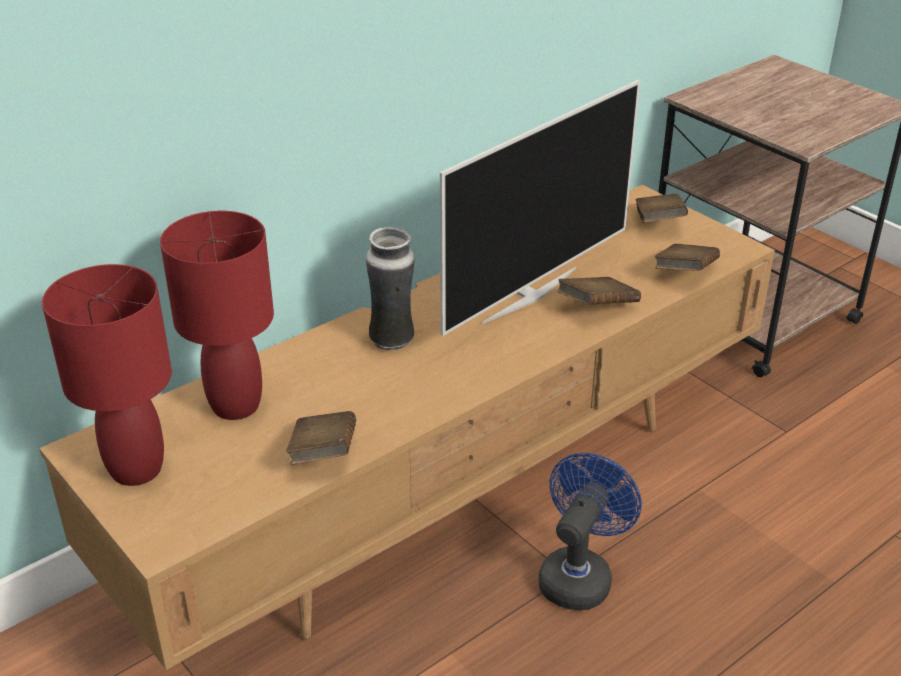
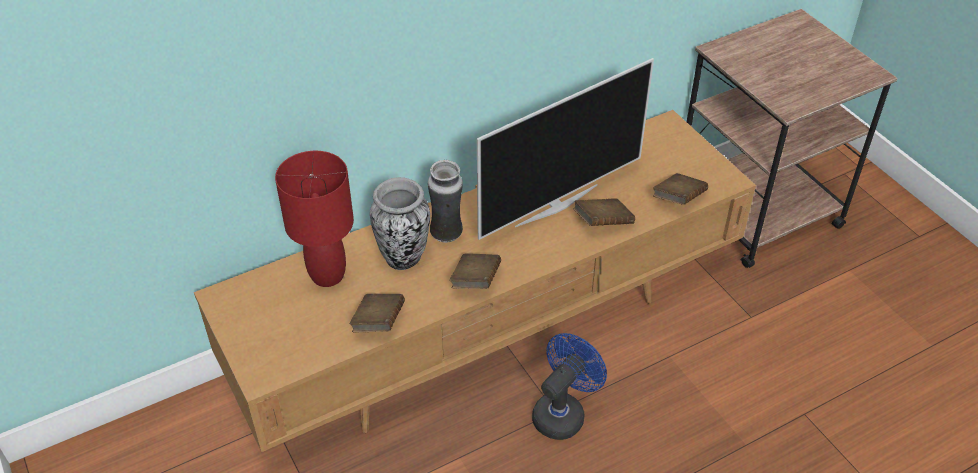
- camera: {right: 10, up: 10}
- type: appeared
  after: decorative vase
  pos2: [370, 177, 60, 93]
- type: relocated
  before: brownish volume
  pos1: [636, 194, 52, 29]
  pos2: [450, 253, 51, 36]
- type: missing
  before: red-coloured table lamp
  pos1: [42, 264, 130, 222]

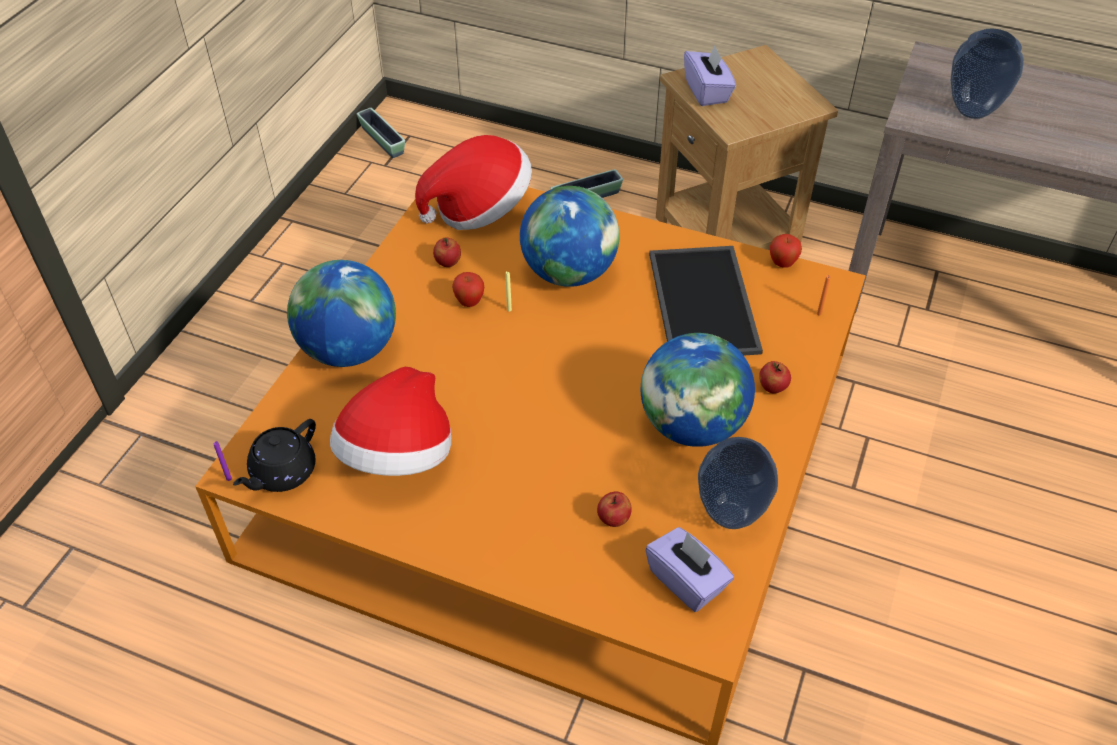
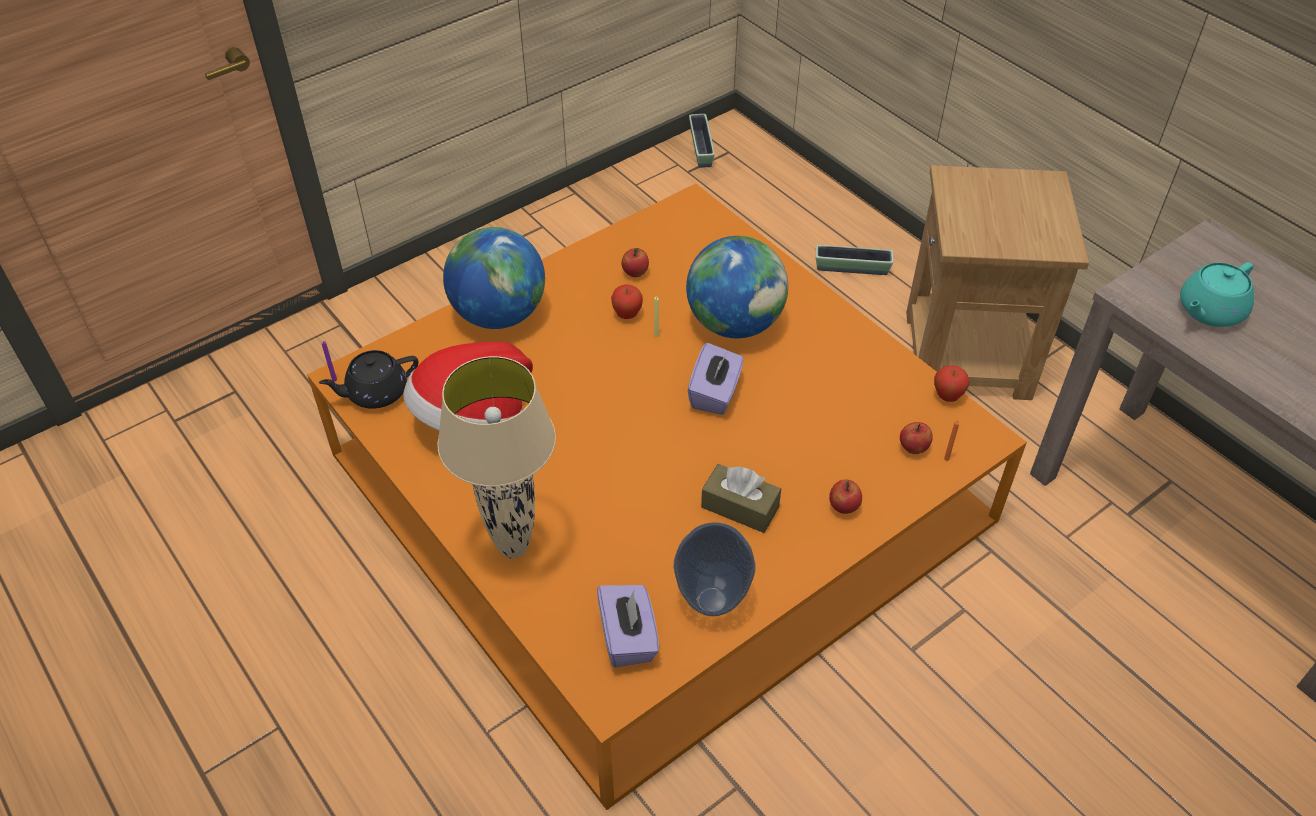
- camera: {right: 30, up: 0}
- type: appeared
  after: beige-coloured table lamp
  pos2: [437, 356, 119, 203]
- type: relocated
  before: purple-coloured tissue box
  pos1: [684, 45, 52, 61]
  pos2: [688, 343, 56, 72]
- type: exchanged
  before: world globe
  after: brownish tissue box
  pos1: [641, 333, 114, 114]
  pos2: [701, 464, 80, 69]
- type: relocated
  before: apple fruit
  pos1: [597, 492, 34, 35]
  pos2: [900, 422, 33, 32]
- type: exchanged
  before: decorative vase
  after: turquoise pot for tea
  pos1: [951, 29, 73, 90]
  pos2: [1180, 262, 74, 65]
- type: missing
  before: hat
  pos1: [415, 135, 117, 95]
- type: missing
  before: tray
  pos1: [649, 246, 114, 110]

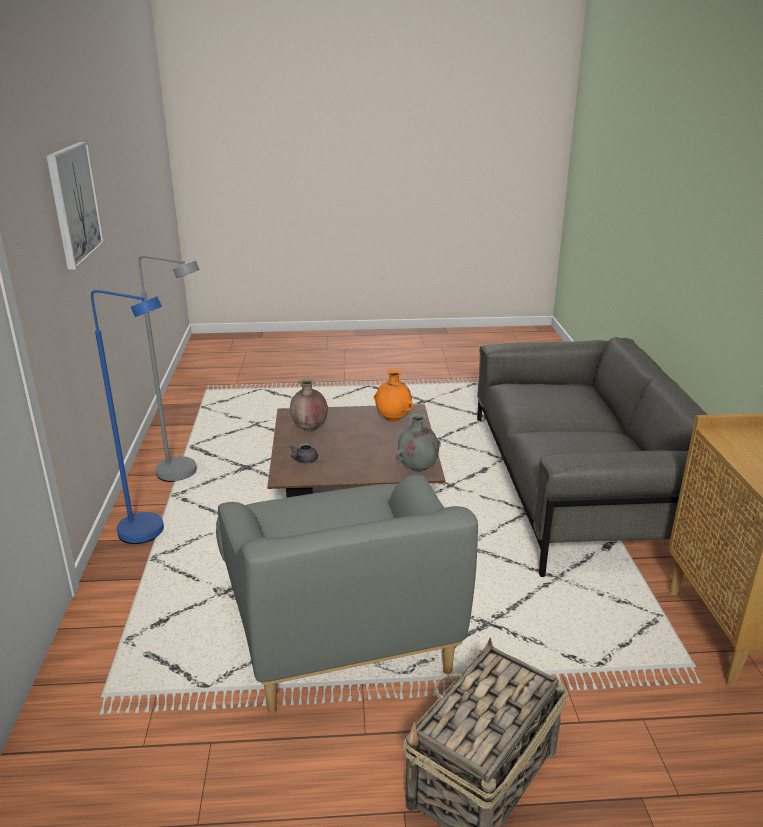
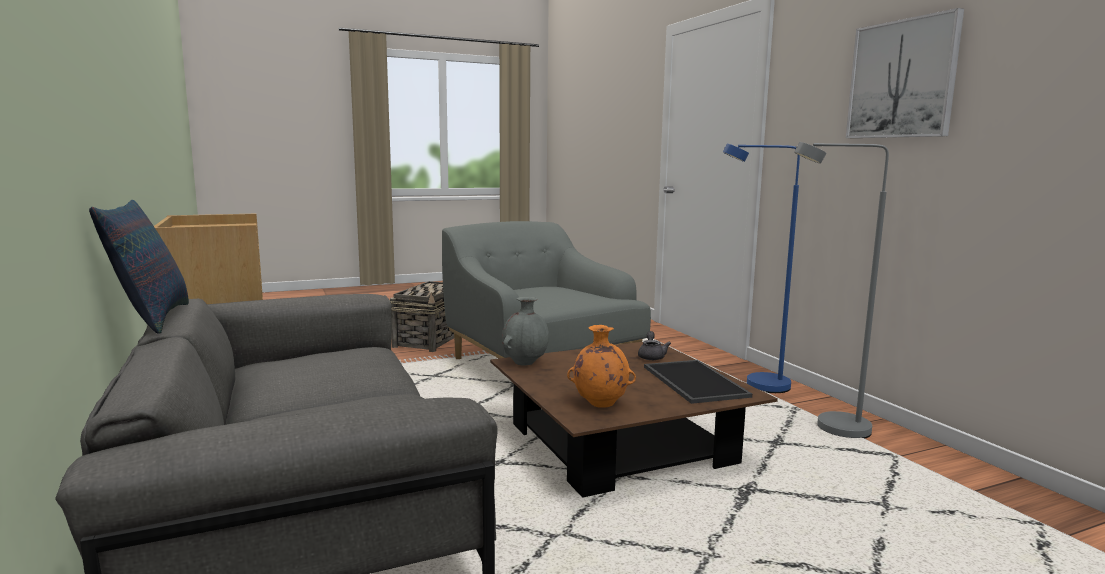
- camera: {right: 160, up: -15}
- type: appeared
  after: bluish throw pillow
  pos2: [89, 200, 100, 134]
- type: exchanged
  before: brownish decorative vase
  after: tray
  pos1: [290, 378, 38, 53]
  pos2: [644, 360, 108, 44]

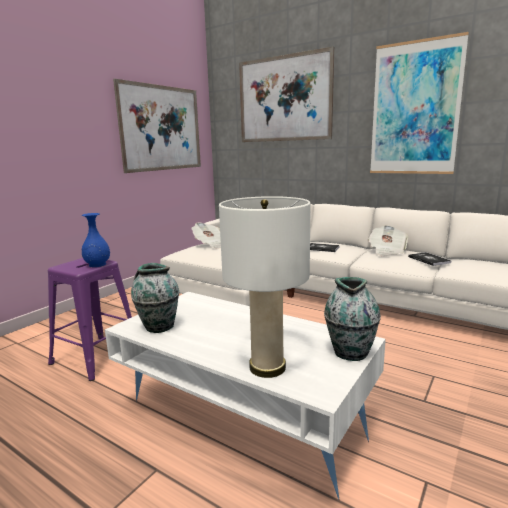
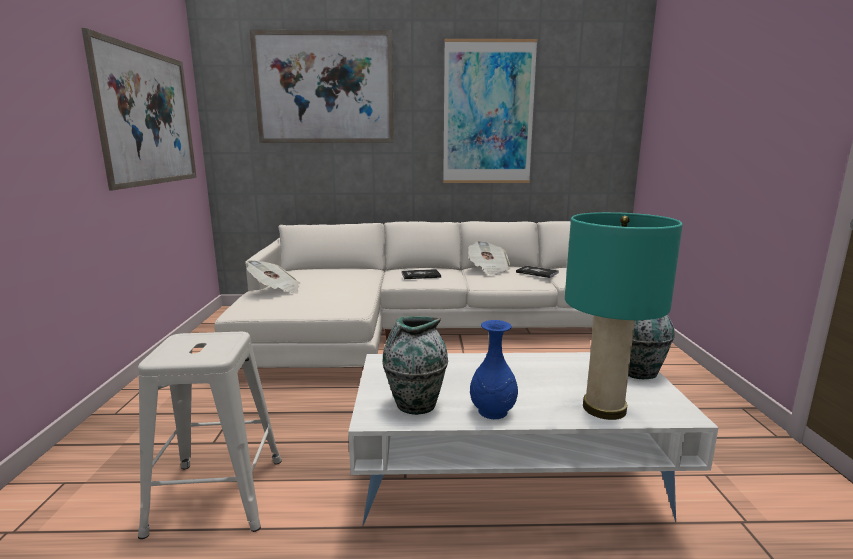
- camera: {right: -35, up: 0}
- type: colour
  before: purple-coloured sitting stool
  after: white-coloured sitting stool
  pos1: [48, 258, 84, 123]
  pos2: [138, 332, 144, 207]
- type: relocated
  before: bluish decorative vase
  pos1: [82, 213, 28, 54]
  pos2: [470, 320, 48, 99]
- type: colour
  before: white-coloured table lamp
  after: turquoise table lamp
  pos1: [219, 196, 92, 182]
  pos2: [565, 212, 118, 208]

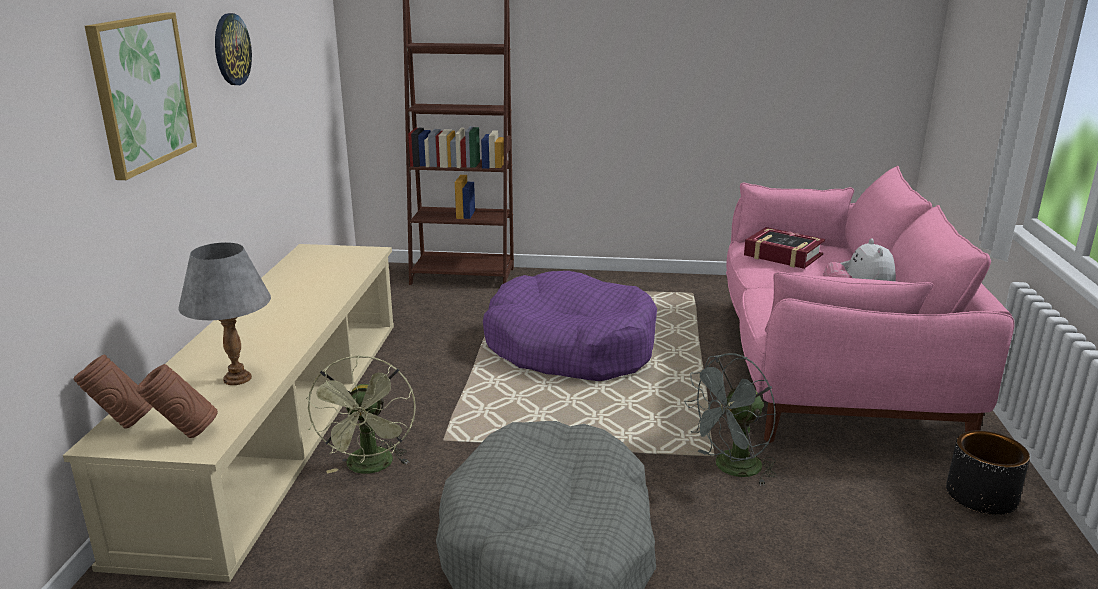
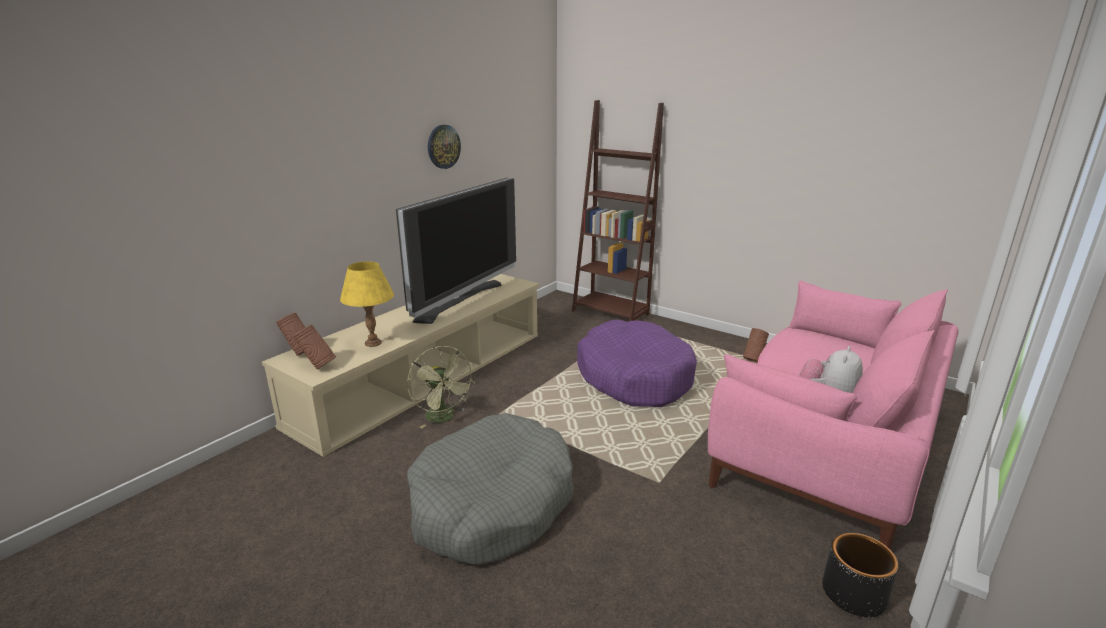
- camera: {right: 30, up: 0}
- type: colour
  before: gray table lamp
  after: yellow table lamp
  pos1: [178, 242, 93, 143]
  pos2: [340, 261, 54, 86]
- type: appeared
  after: TV set
  pos2: [396, 178, 120, 146]
- type: spun
  before: green fan
  pos1: [306, 355, 110, 119]
  pos2: [407, 346, 68, 82]
  turn: -60
- type: appeared
  after: brownish decorative vase
  pos2: [743, 328, 26, 34]
- type: missing
  before: wall picture
  pos1: [85, 12, 112, 168]
- type: missing
  before: gray fan
  pos1: [684, 353, 93, 133]
- type: missing
  before: volume
  pos1: [744, 227, 81, 42]

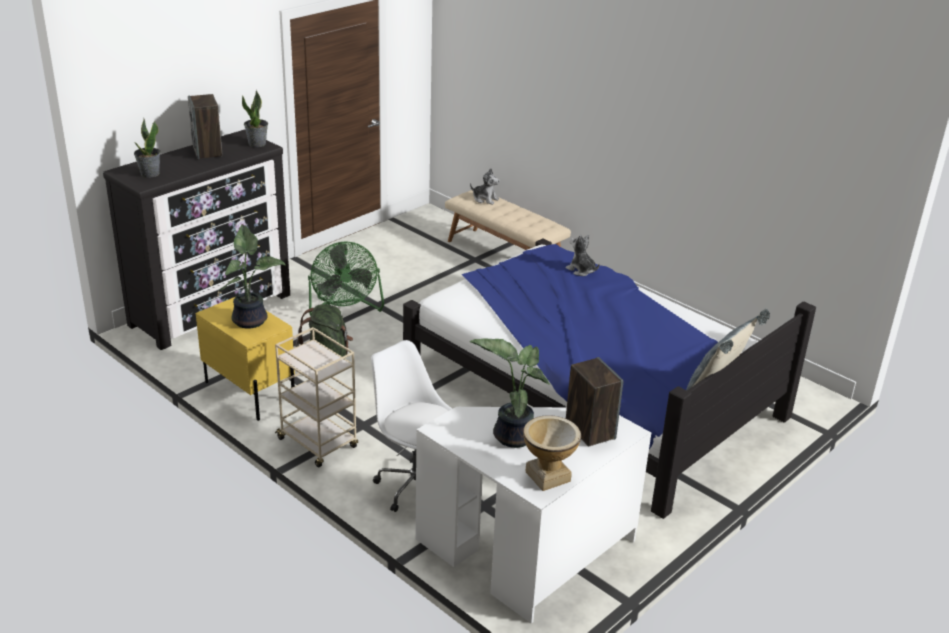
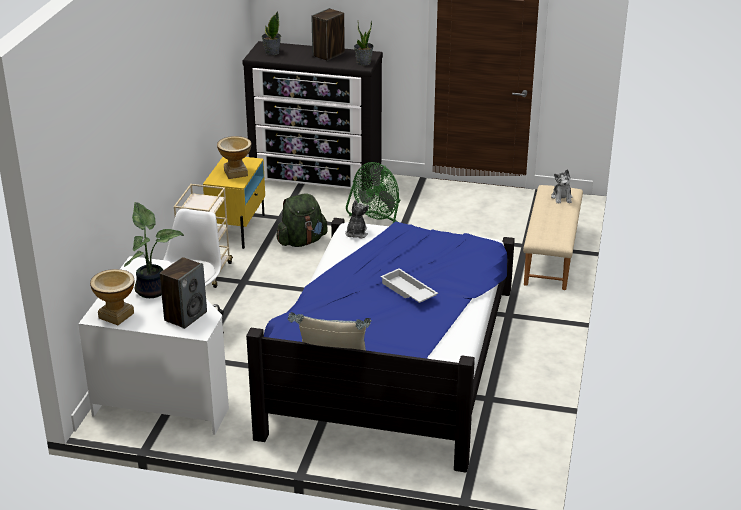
- camera: {right: 60, up: 0}
- type: exchanged
  before: potted plant
  after: decorative vase
  pos1: [219, 225, 67, 104]
  pos2: [217, 136, 34, 43]
- type: relocated
  before: plush toy
  pos1: [566, 234, 34, 42]
  pos2: [345, 200, 24, 38]
- type: appeared
  after: white-coloured tray
  pos2: [380, 268, 58, 35]

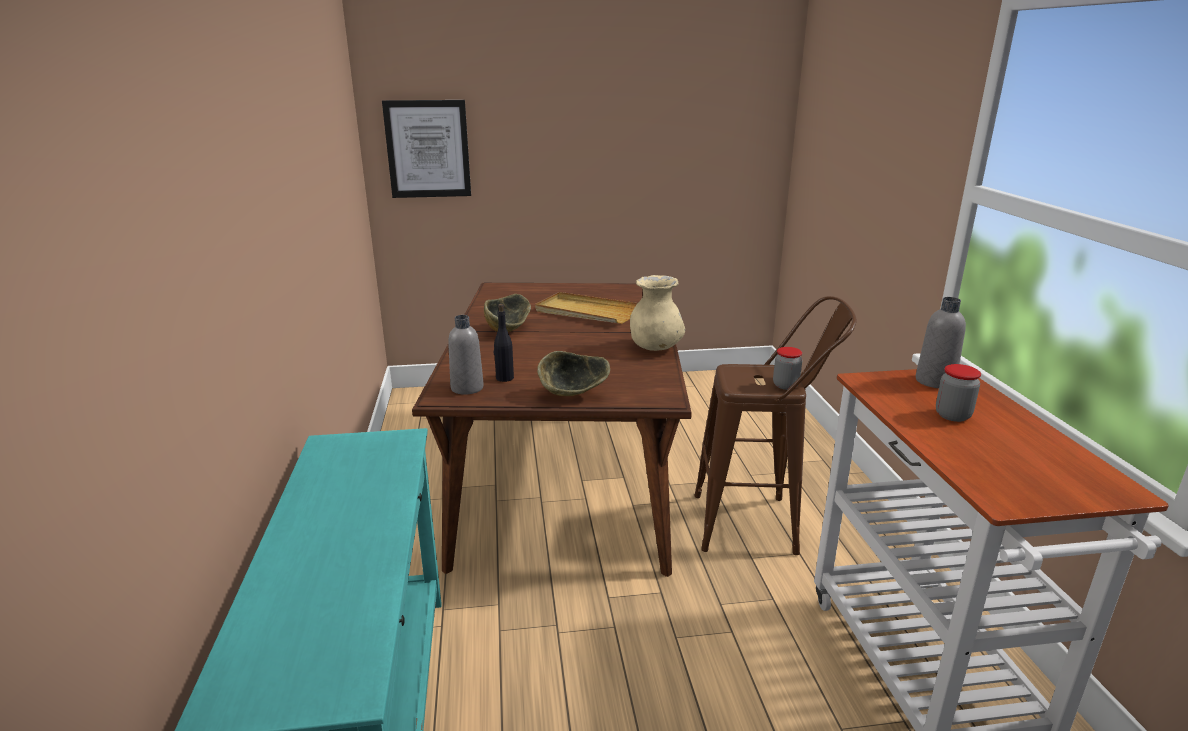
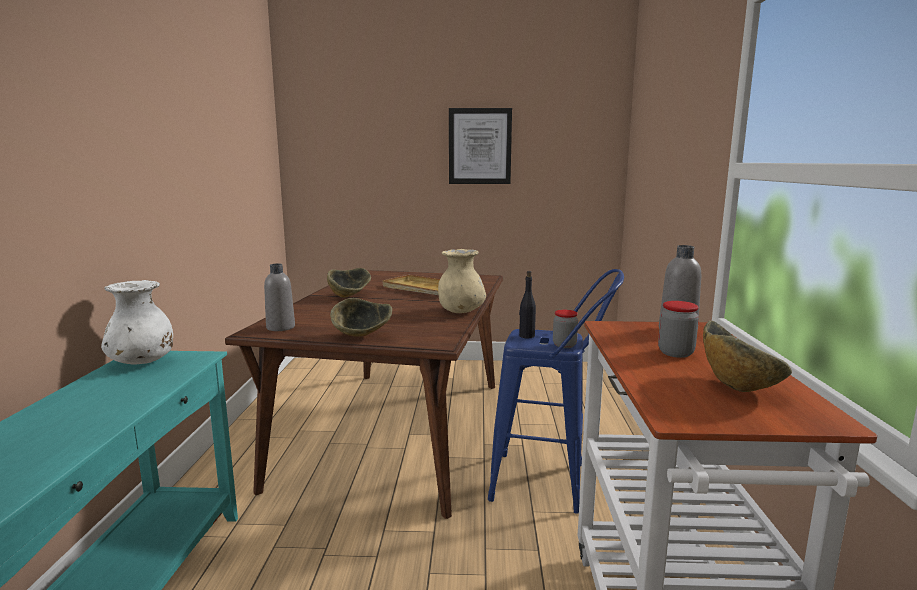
- camera: {right: 10, up: -10}
- type: appeared
  after: white-coloured decorative vase
  pos2: [101, 280, 72, 85]
- type: relocated
  before: wall picture
  pos1: [382, 100, 89, 98]
  pos2: [449, 108, 63, 76]
- type: colour
  before: brownish sitting stool
  after: bluish sitting stool
  pos1: [694, 296, 163, 259]
  pos2: [488, 269, 136, 245]
- type: relocated
  before: blackish beverage bottle
  pos1: [494, 304, 20, 78]
  pos2: [519, 271, 17, 67]
- type: appeared
  after: serving bowl
  pos2: [703, 320, 89, 72]

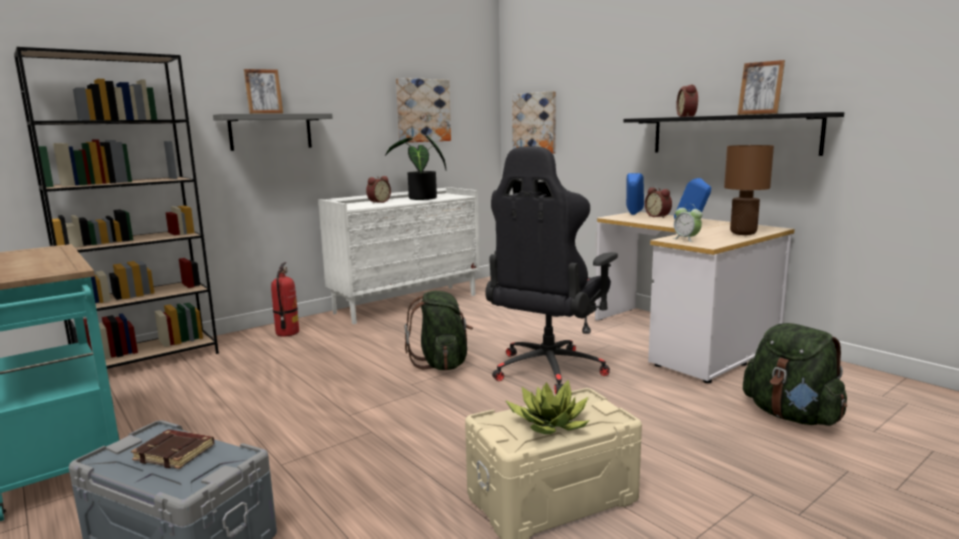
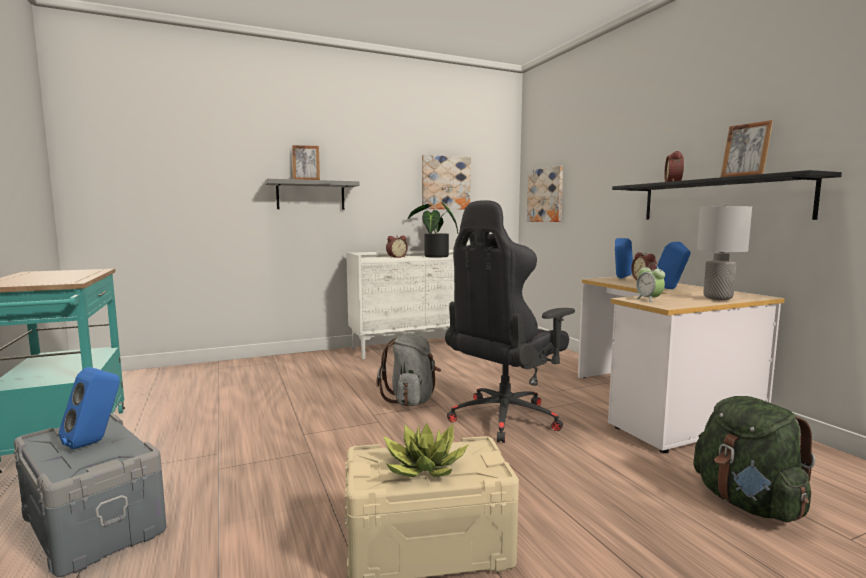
- camera: {right: 15, up: -5}
- type: exchanged
  before: brownish volume
  after: bluish loudspeaker
  pos1: [131, 429, 84, 40]
  pos2: [59, 367, 61, 82]
- type: colour
  before: green knapsack
  after: gray knapsack
  pos1: [405, 291, 68, 79]
  pos2: [376, 333, 65, 73]
- type: colour
  before: brownish table lamp
  after: gray table lamp
  pos1: [724, 145, 50, 90]
  pos2: [697, 205, 55, 95]
- type: missing
  before: beige-coloured bookshelf
  pos1: [14, 47, 205, 322]
- type: missing
  before: fire-fighting cylinder
  pos1: [271, 262, 28, 75]

